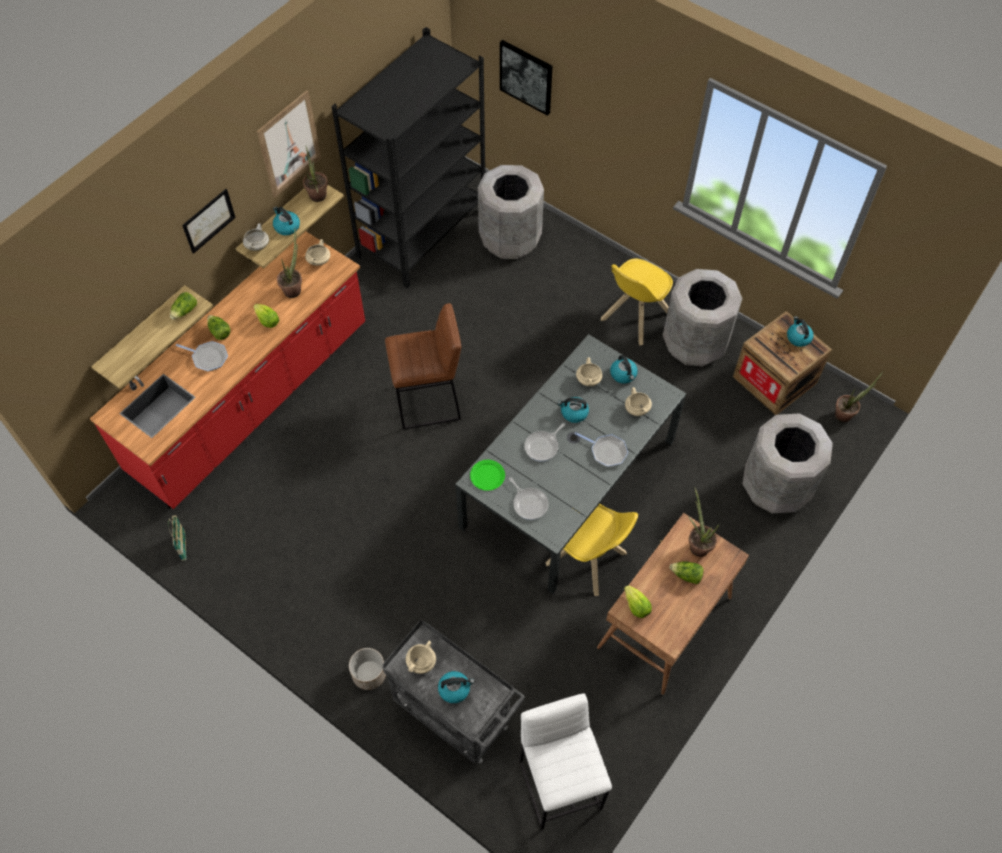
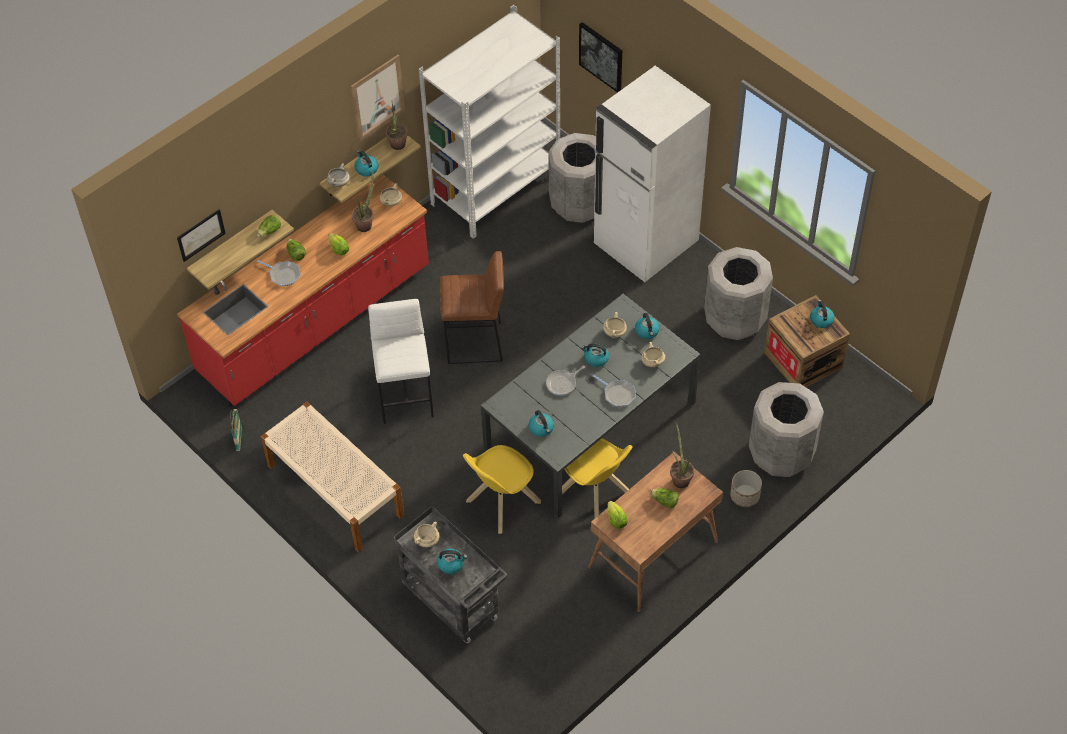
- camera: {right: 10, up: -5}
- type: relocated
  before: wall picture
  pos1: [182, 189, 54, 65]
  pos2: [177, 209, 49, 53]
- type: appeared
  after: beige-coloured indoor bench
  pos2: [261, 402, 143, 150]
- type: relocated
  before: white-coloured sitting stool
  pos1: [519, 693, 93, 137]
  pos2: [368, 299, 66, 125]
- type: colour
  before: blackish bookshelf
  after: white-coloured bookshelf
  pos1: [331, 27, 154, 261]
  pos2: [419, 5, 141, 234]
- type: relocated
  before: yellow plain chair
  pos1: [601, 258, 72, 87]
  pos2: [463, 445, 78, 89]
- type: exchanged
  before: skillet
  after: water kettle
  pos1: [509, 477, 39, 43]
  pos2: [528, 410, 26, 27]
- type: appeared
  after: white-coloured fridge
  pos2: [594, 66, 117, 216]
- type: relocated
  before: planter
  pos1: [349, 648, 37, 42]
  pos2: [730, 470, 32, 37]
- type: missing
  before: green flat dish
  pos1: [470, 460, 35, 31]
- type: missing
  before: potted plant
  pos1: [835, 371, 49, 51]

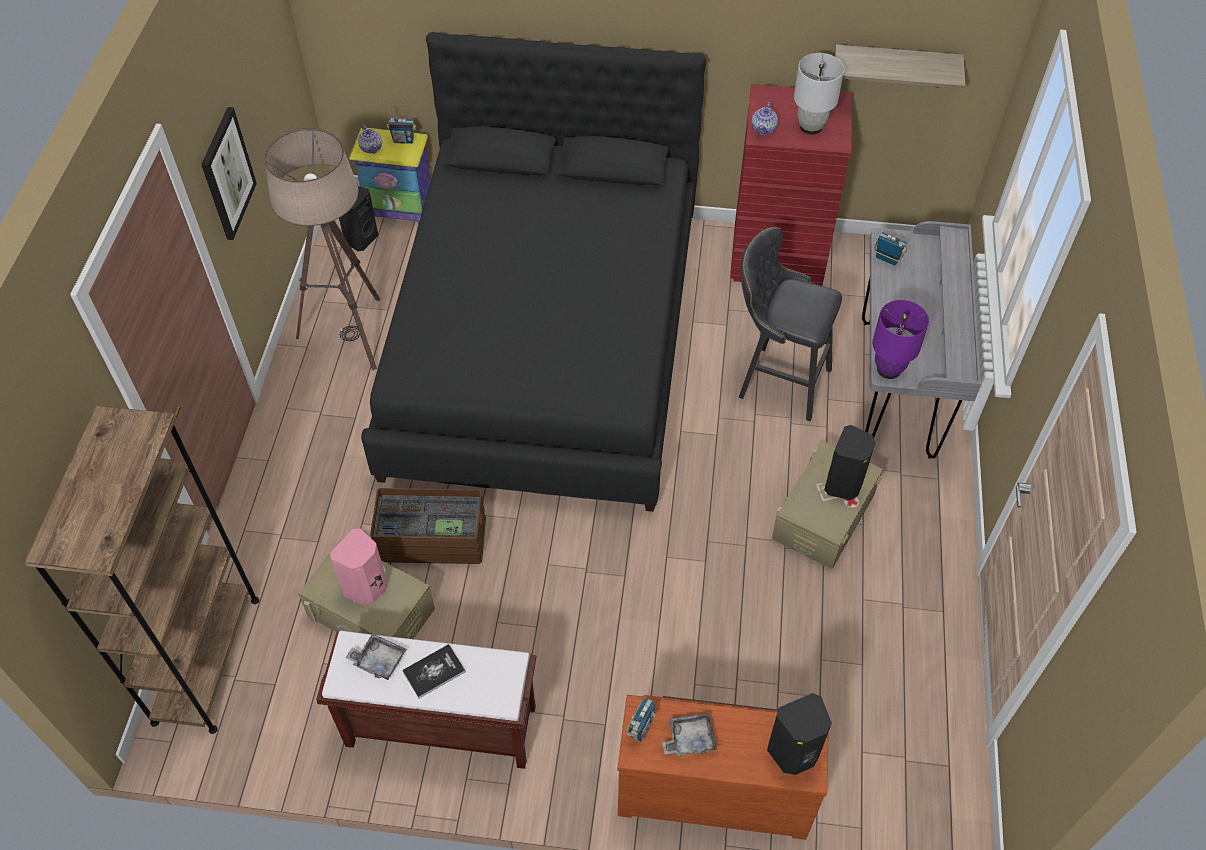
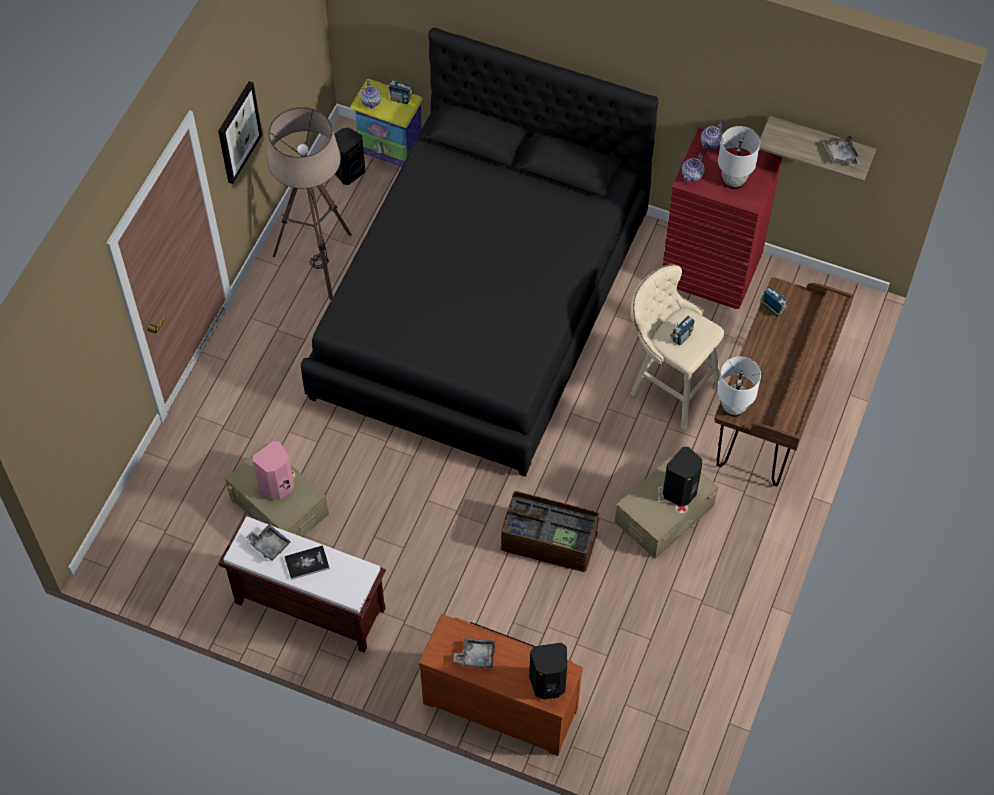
- camera: {right: 15, up: 5}
- type: relocated
  before: brownish storage container
  pos1: [370, 488, 116, 76]
  pos2: [501, 491, 98, 81]
- type: colour
  before: blackish sitting stool
  after: beige-coloured sitting stool
  pos1: [739, 227, 103, 194]
  pos2: [631, 264, 93, 166]
- type: relocated
  before: radio set
  pos1: [625, 698, 31, 44]
  pos2: [670, 316, 25, 30]
- type: appeared
  after: pot for tea
  pos2: [701, 122, 22, 27]
- type: colour
  before: gray desk table
  after: brownish desk table
  pos1: [862, 221, 119, 238]
  pos2: [714, 277, 140, 209]
- type: colour
  before: purple-coloured table lamp
  after: white-coloured table lamp
  pos1: [872, 300, 57, 79]
  pos2: [717, 357, 44, 60]
- type: appeared
  after: gray tray
  pos2: [824, 135, 36, 31]
- type: missing
  before: brownish bookshelf
  pos1: [24, 405, 235, 329]

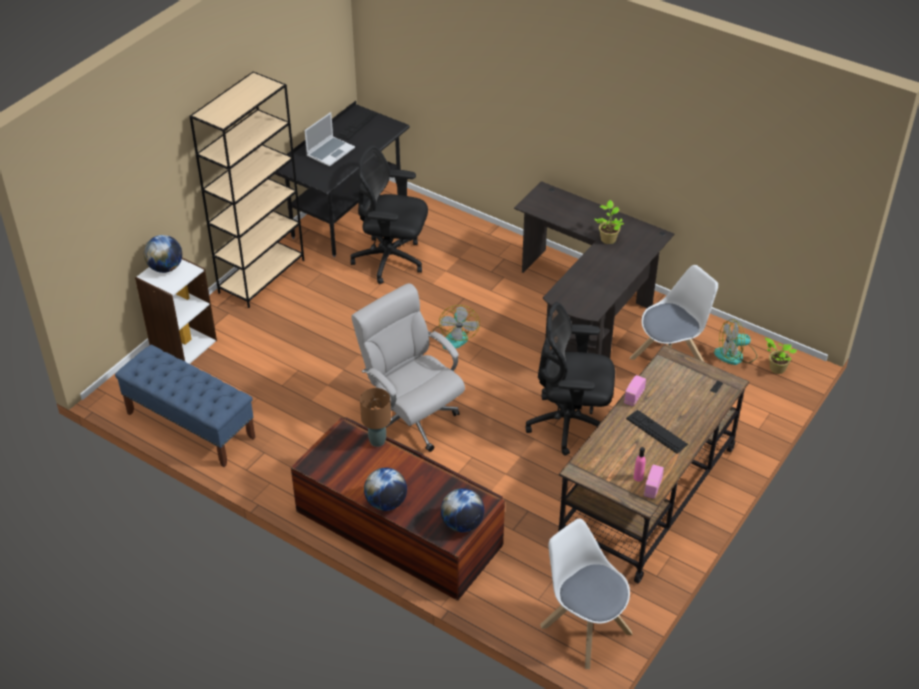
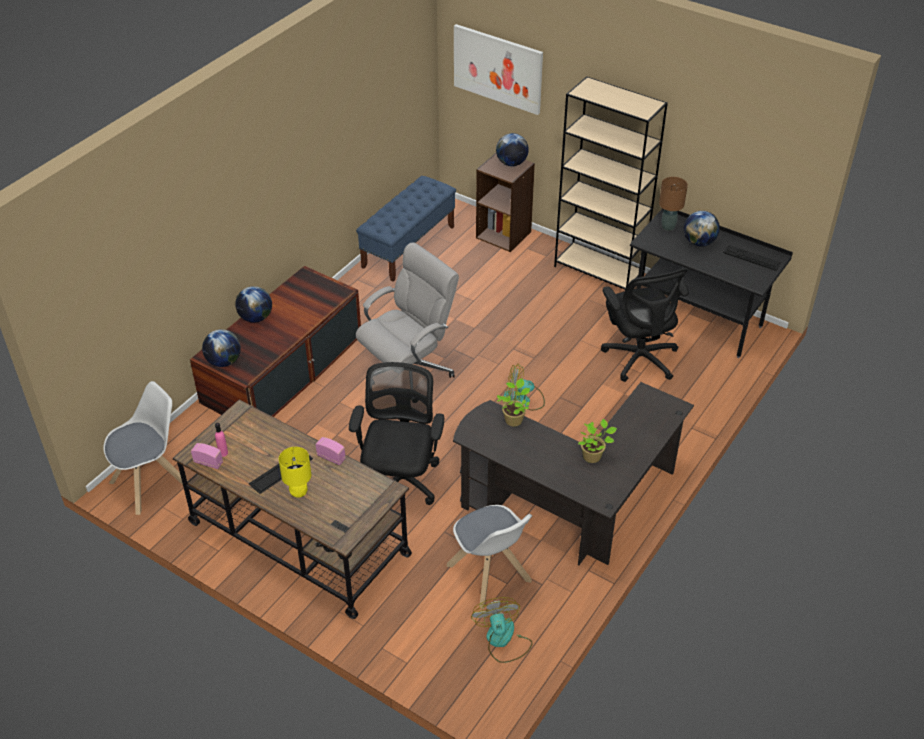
- camera: {right: 90, up: 0}
- type: appeared
  after: yellow table lamp
  pos2: [279, 447, 32, 51]
- type: appeared
  after: wall picture
  pos2: [454, 24, 89, 91]
- type: colour
  before: white-coloured bookshelf
  after: brownish bookshelf
  pos1: [135, 258, 82, 106]
  pos2: [476, 153, 59, 99]
- type: relocated
  before: potted plant
  pos1: [765, 338, 32, 36]
  pos2: [497, 378, 33, 48]
- type: spun
  before: blackish computer chair
  pos1: [350, 145, 78, 139]
  pos2: [601, 269, 88, 113]
  turn: 150
- type: relocated
  before: brownish table lamp
  pos1: [360, 388, 31, 59]
  pos2: [659, 177, 29, 54]
- type: exchanged
  before: laptop
  after: world globe
  pos1: [305, 112, 50, 54]
  pos2: [684, 211, 36, 35]

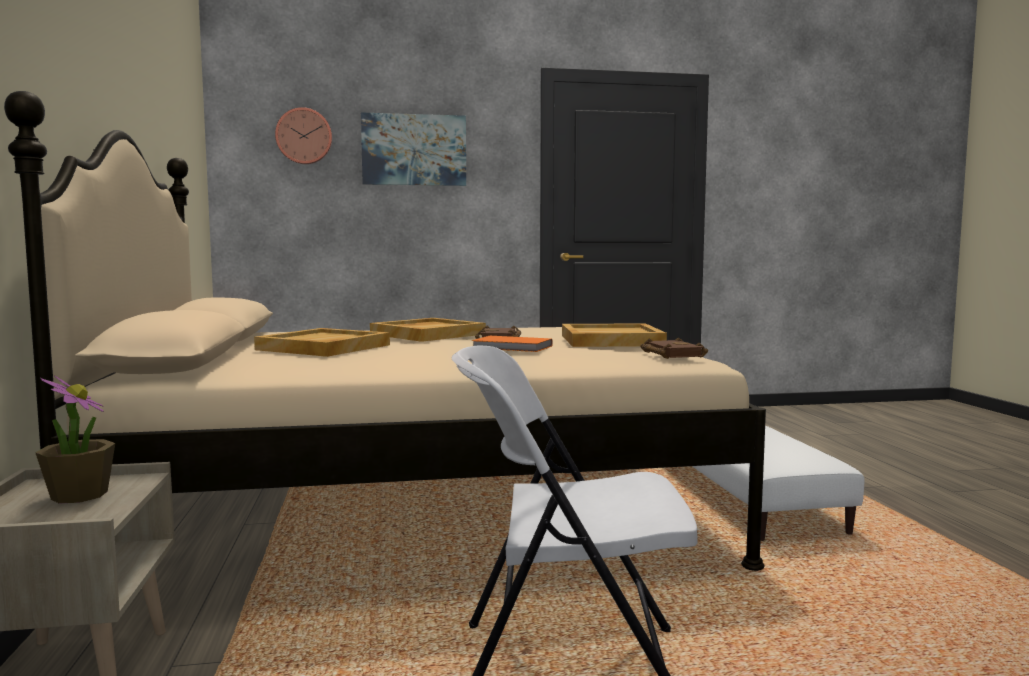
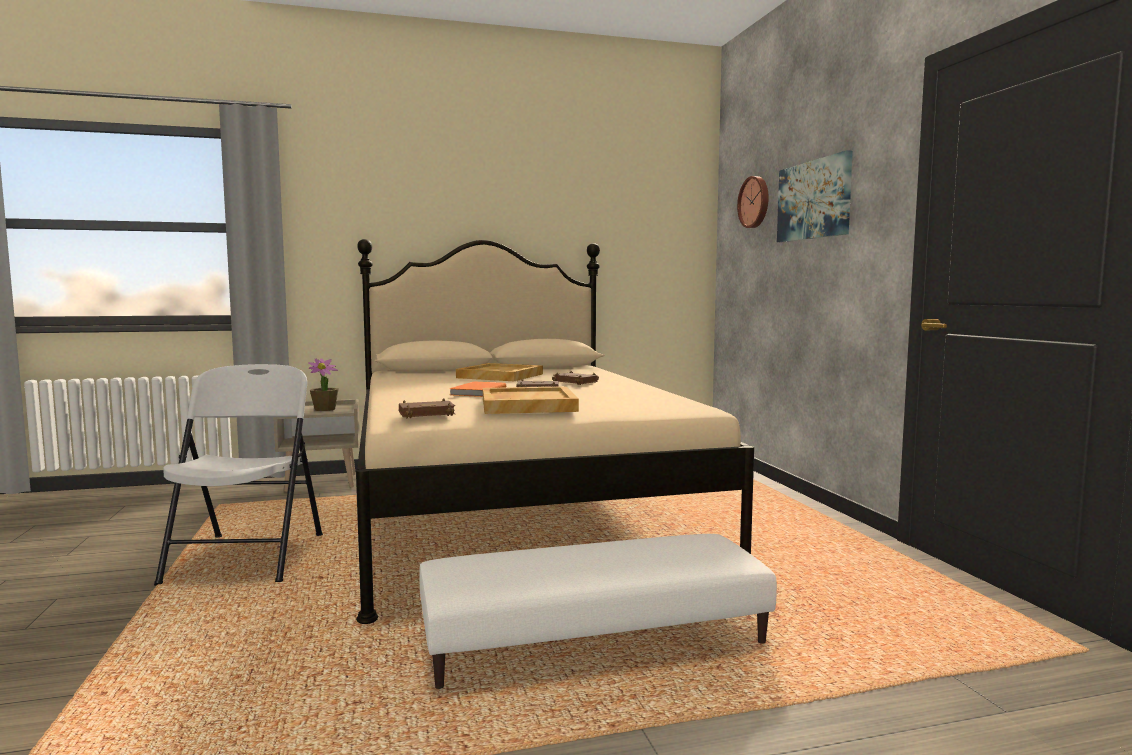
- camera: {right: 85, up: 0}
- type: exchanged
  before: beige-coloured tray
  after: brownish volume
  pos1: [370, 318, 116, 24]
  pos2: [552, 371, 47, 14]

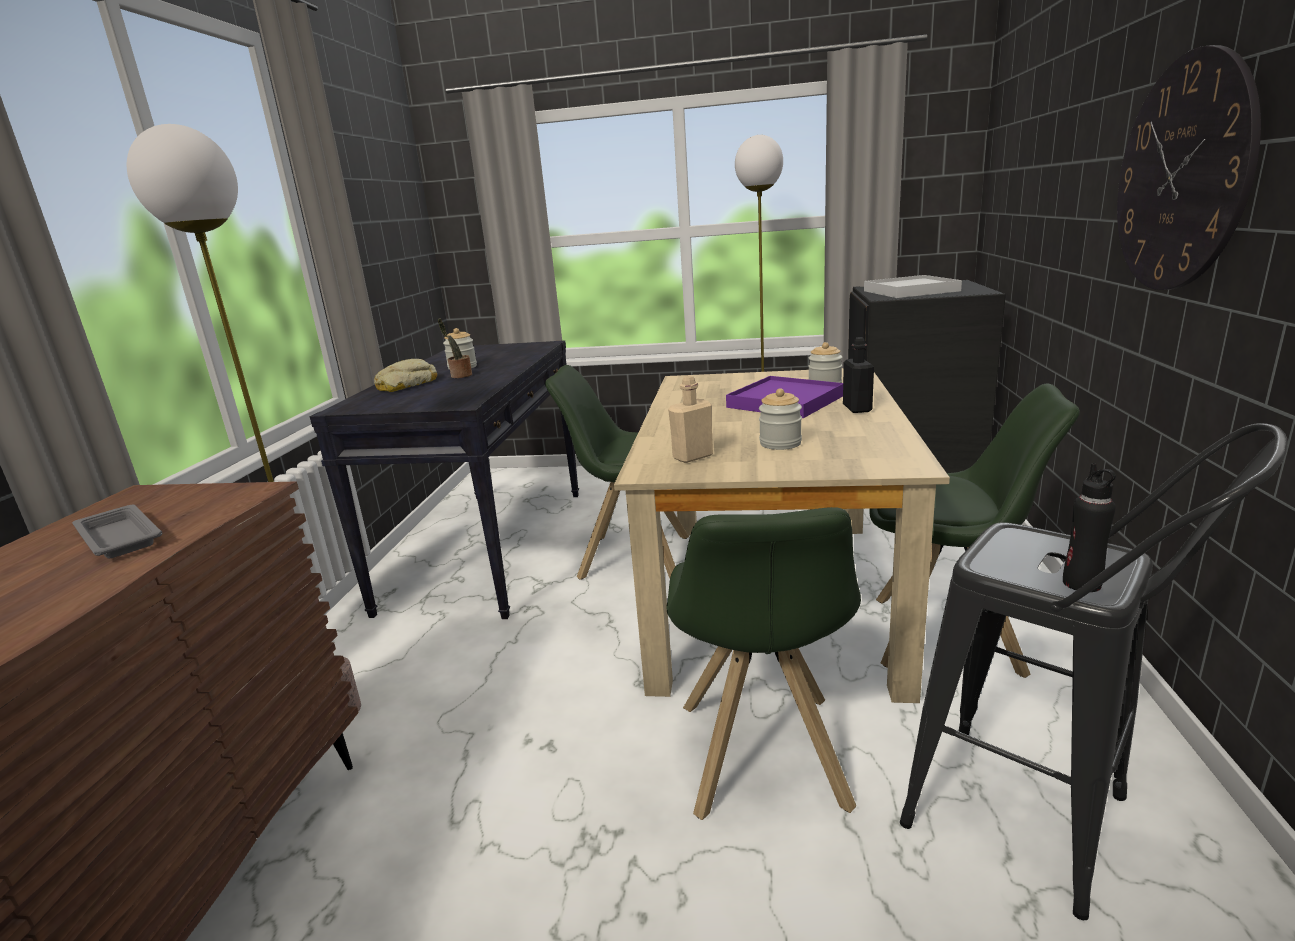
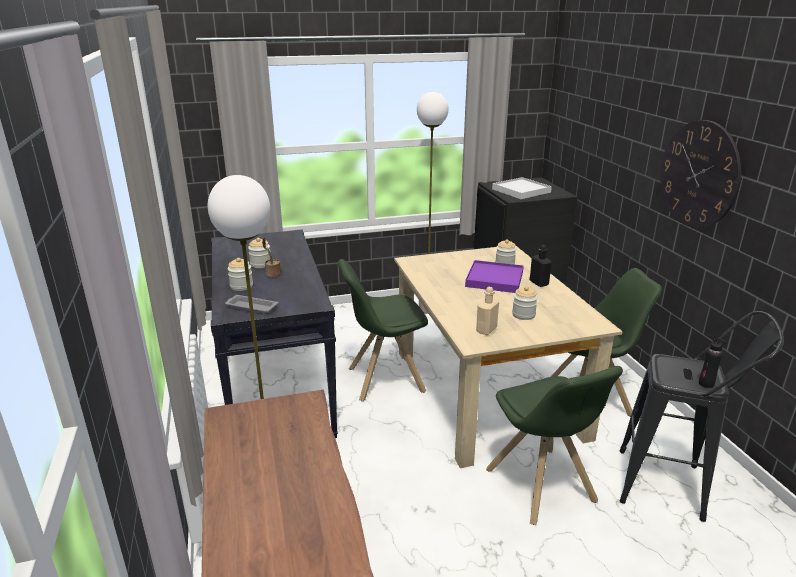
- camera: {right: -25, up: 5}
- type: relocated
  before: gray tray
  pos1: [72, 505, 90, 53]
  pos2: [225, 295, 54, 19]
- type: exchanged
  before: baked bread
  after: preserve jar
  pos1: [374, 359, 63, 33]
  pos2: [228, 258, 25, 33]

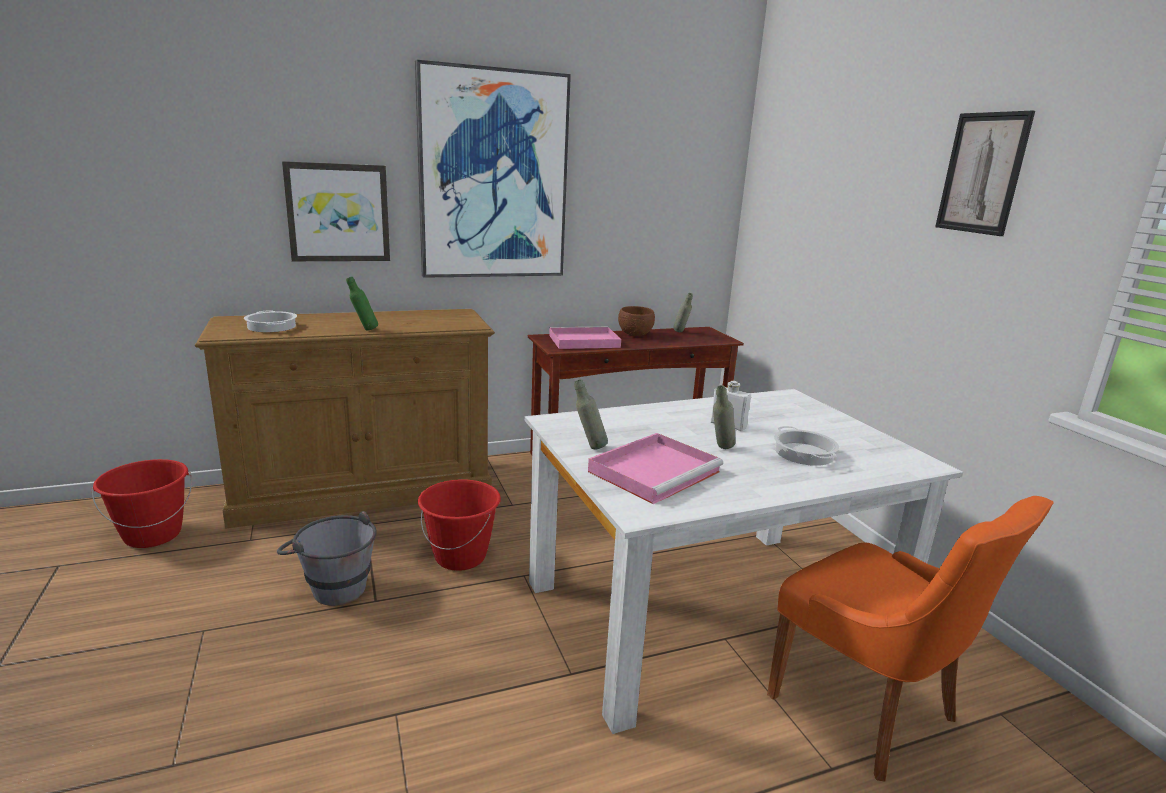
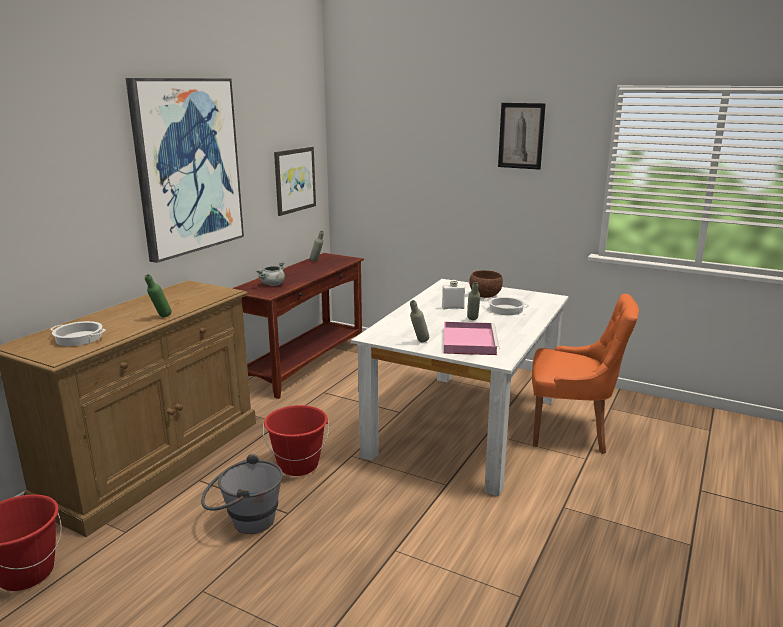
- camera: {right: -40, up: 0}
- type: exchanged
  before: pink tray
  after: gray cooking pot
  pos1: [549, 327, 72, 22]
  pos2: [256, 261, 29, 25]
- type: relocated
  before: wall picture
  pos1: [282, 161, 108, 100]
  pos2: [274, 147, 42, 69]
- type: relocated
  before: brownish serving bowl
  pos1: [618, 306, 37, 30]
  pos2: [469, 270, 34, 28]

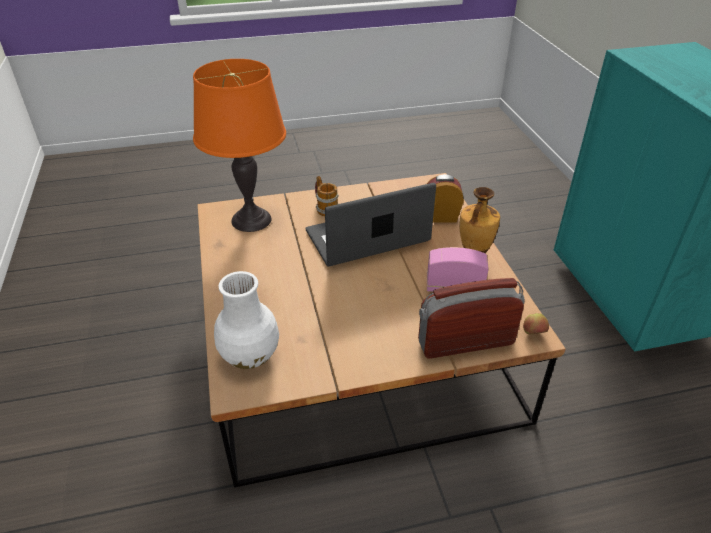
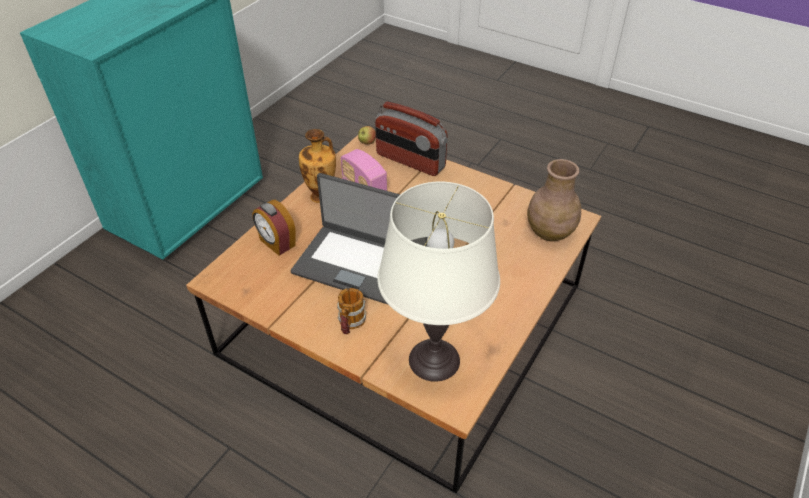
- camera: {right: -135, up: 5}
- type: colour
  before: orange table lamp
  after: white-coloured table lamp
  pos1: [193, 59, 93, 173]
  pos2: [377, 182, 123, 200]
- type: colour
  before: white-coloured decorative vase
  after: brownish decorative vase
  pos1: [214, 271, 65, 98]
  pos2: [527, 159, 54, 82]

